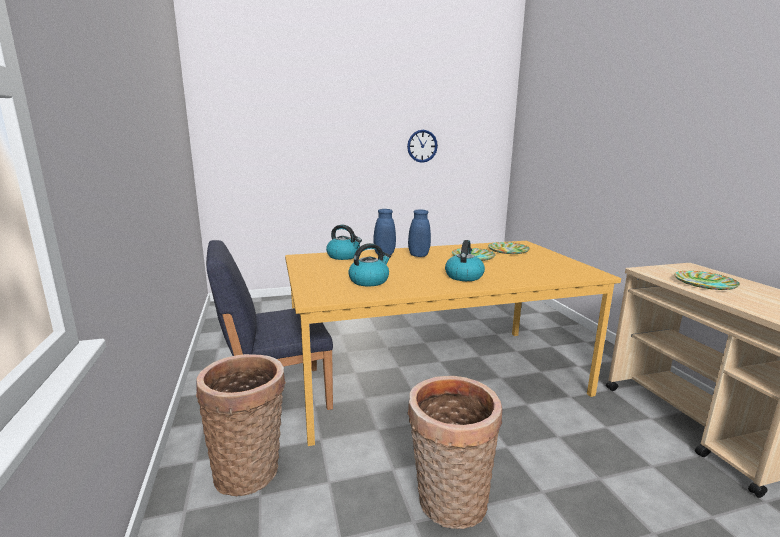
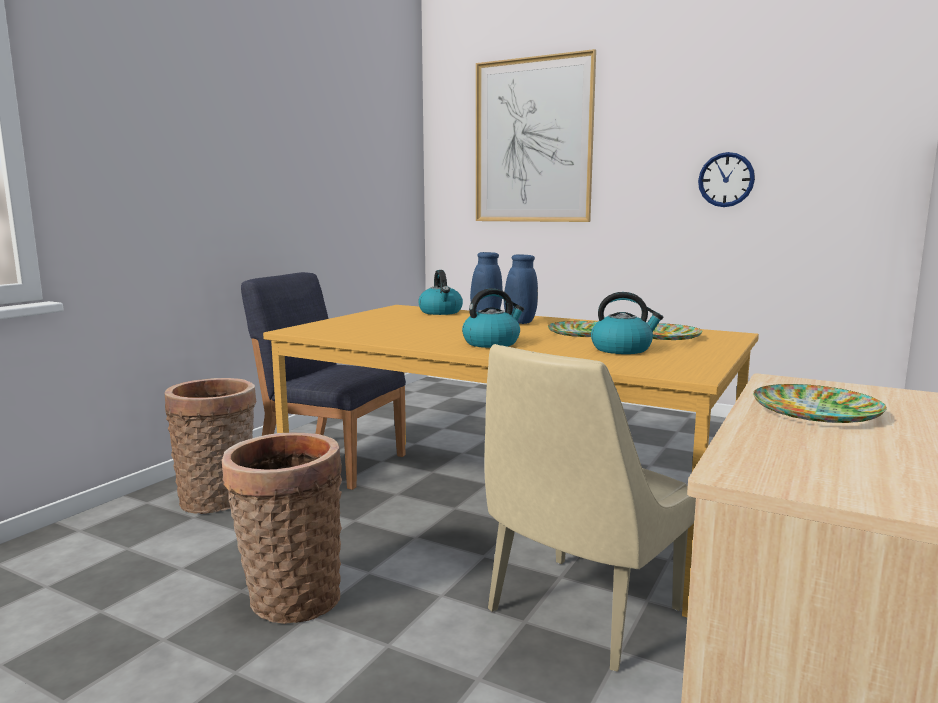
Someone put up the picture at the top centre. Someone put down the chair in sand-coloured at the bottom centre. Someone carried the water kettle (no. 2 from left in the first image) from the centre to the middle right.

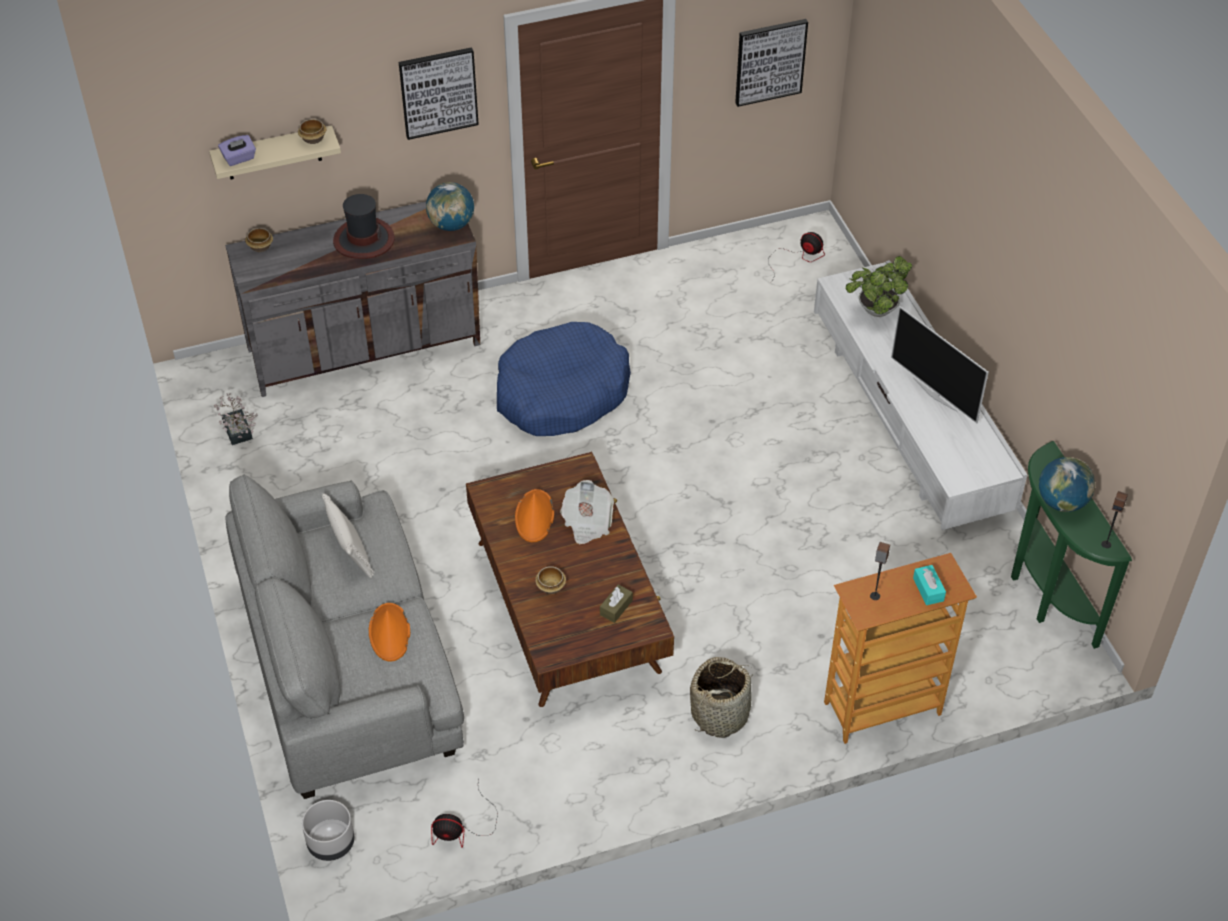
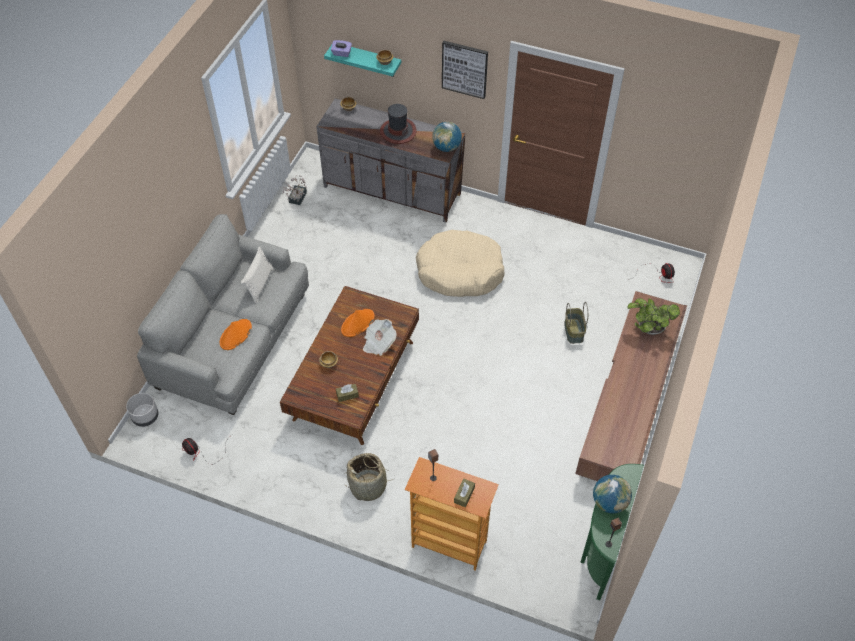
Someone repainted the shelf in sand-coloured at the top left, which became the shelf in turquoise at the top centre. Someone repainted the pet bed in blue at the centre, which became the pet bed in sand-coloured at the centre. Someone repainted the tissue box in turquoise at the middle right, which became the tissue box in brown-coloured (no. 2 from left) at the bottom centre. Someone put down the household basket (no. 2 from left) at the middle right. Someone repainted the media console in white-coloured at the middle right, which became the media console in brown-coloured at the middle right. Someone took away the picture (no. 2 from left) at the top centre. Someone took away the TV set at the middle right.

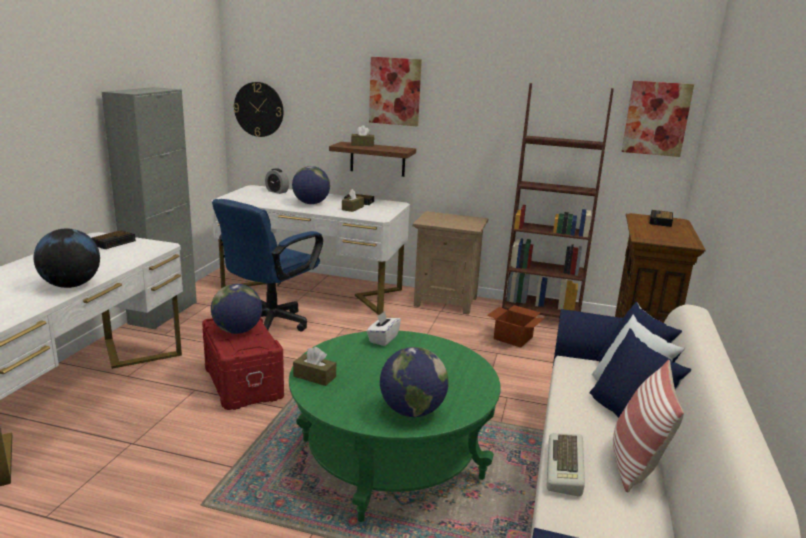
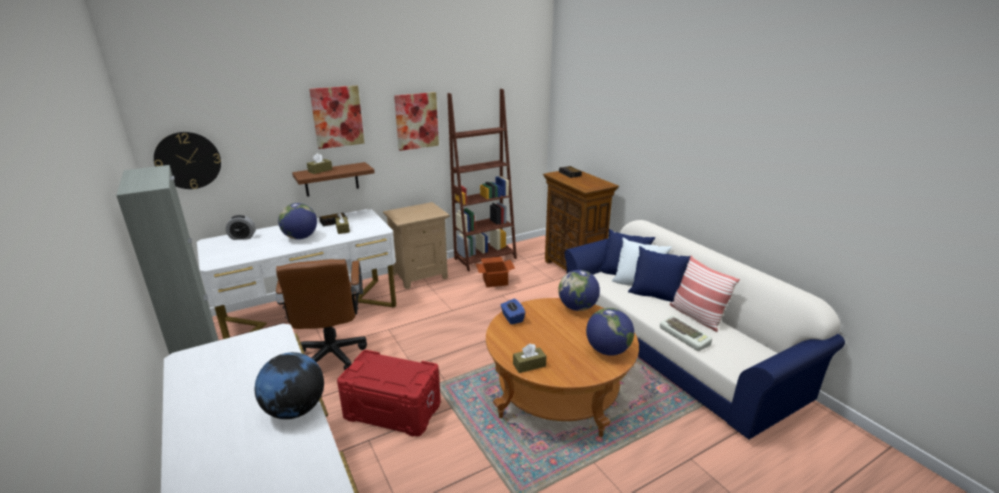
Someone repainted the computer chair in blue at the middle left, which became the computer chair in brown-coloured at the middle left. Someone carried the picture (no. 2 from left) from the top right to the top centre. Someone repainted the low table in greenish at the bottom centre, which became the low table in brown-coloured at the bottom centre. Someone repainted the tissue box in white-coloured at the centre, which became the tissue box in blue at the centre. Someone carried the desk globe (no. 2 from left in the first image) from the middle left to the centre. Someone took away the alarm clock (no. 1 from left) at the middle left.

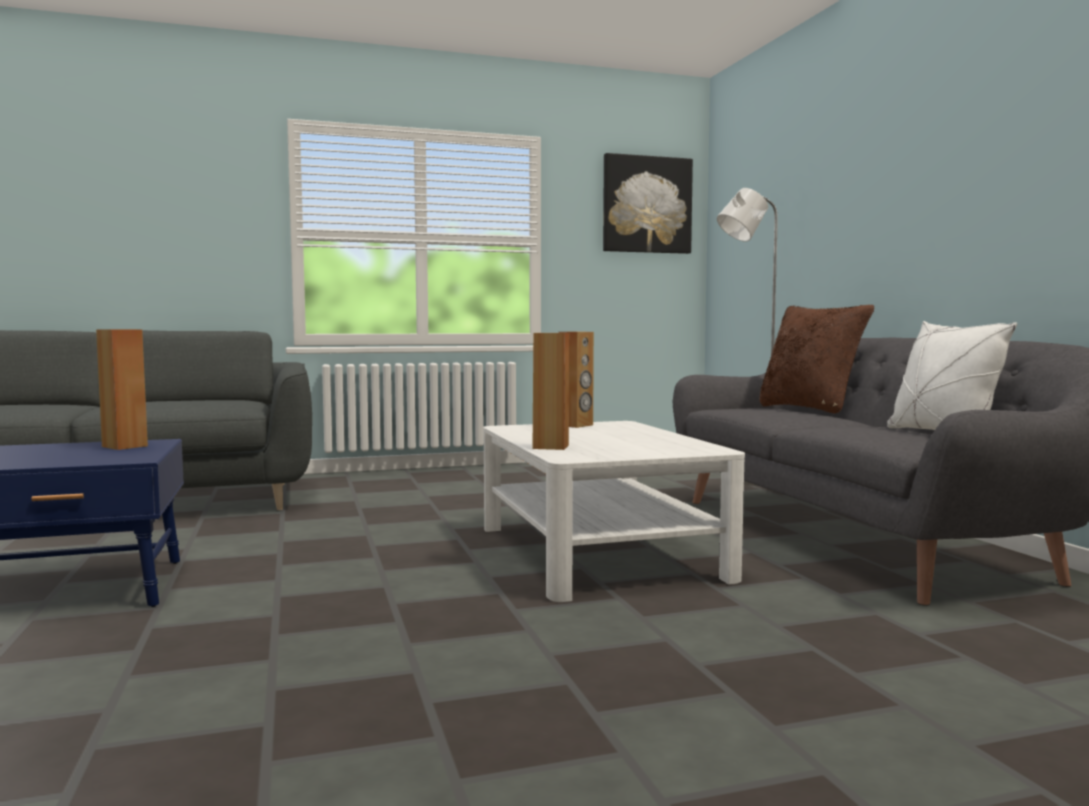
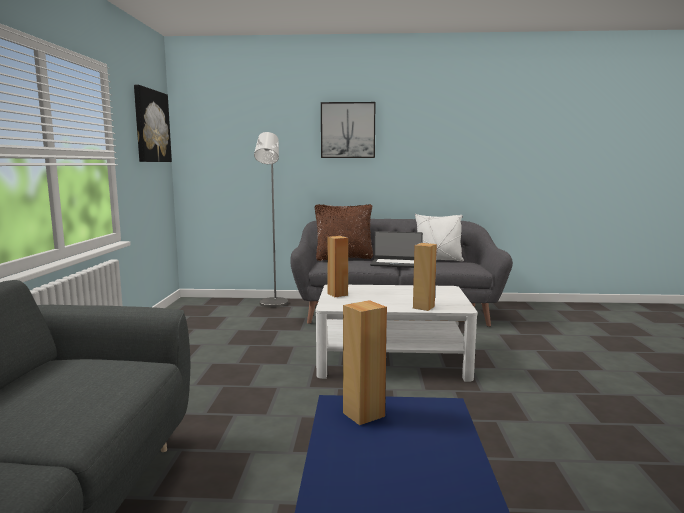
Someone put up the picture (no. 2 from left) at the top centre. Someone put down the notebook computer at the centre.

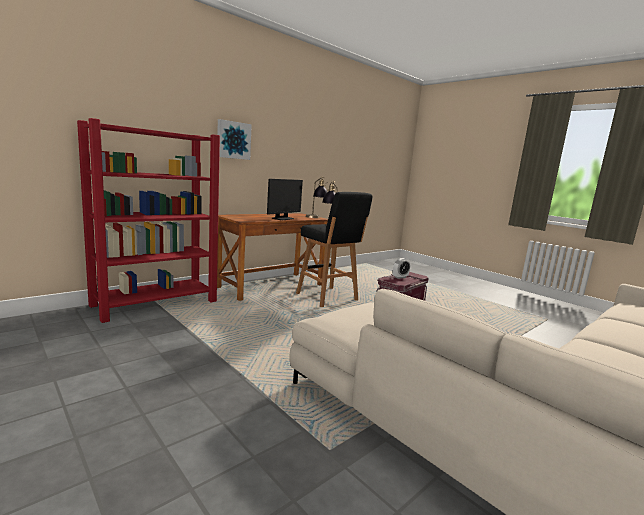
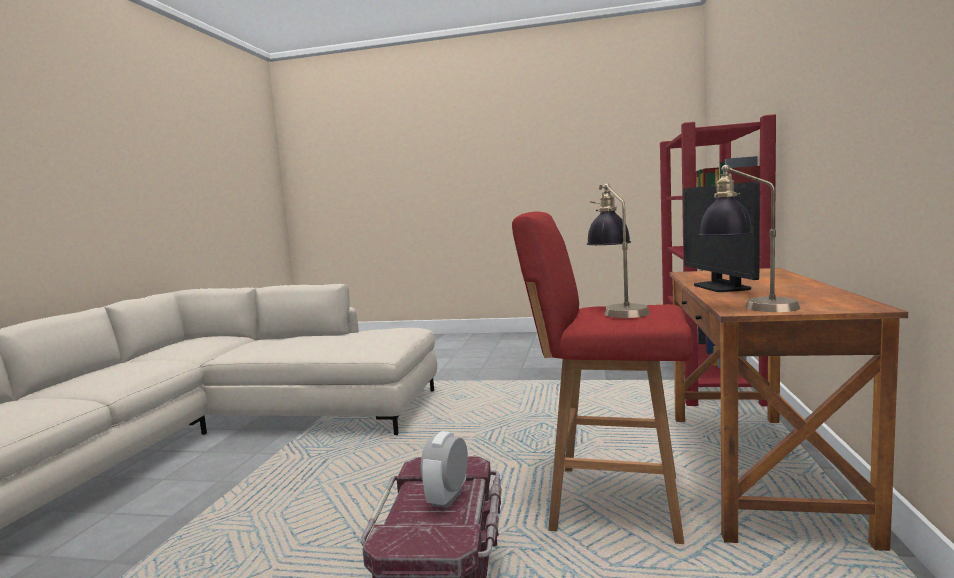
Someone repainted the sitting stool in black at the centre, which became the sitting stool in red-coloured at the centre. Someone took away the picture at the top centre.

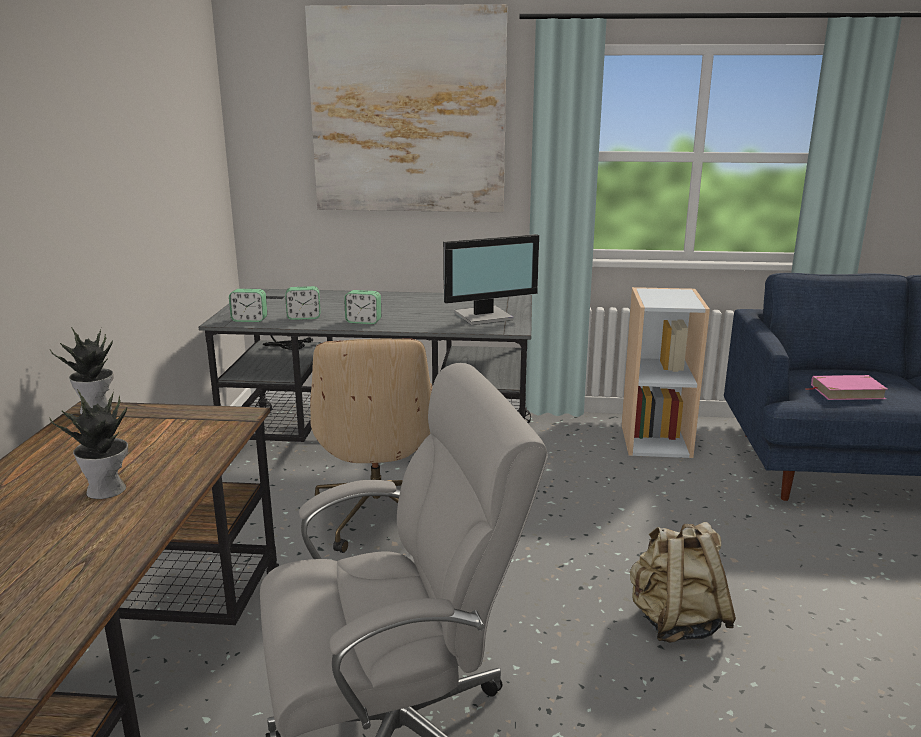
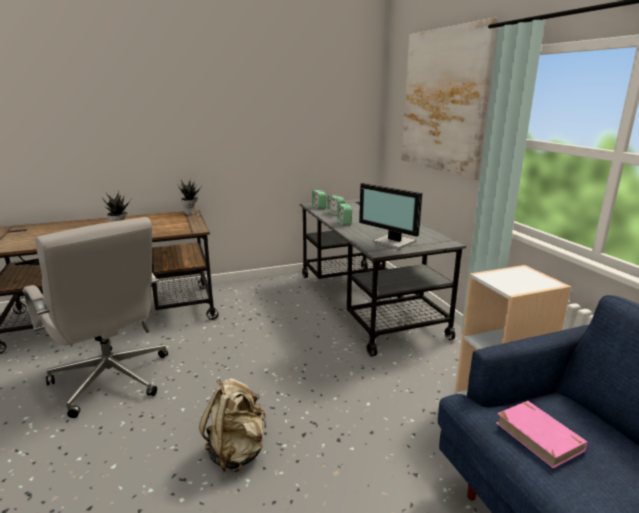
Someone took away the computer chair in brown-coloured at the centre.

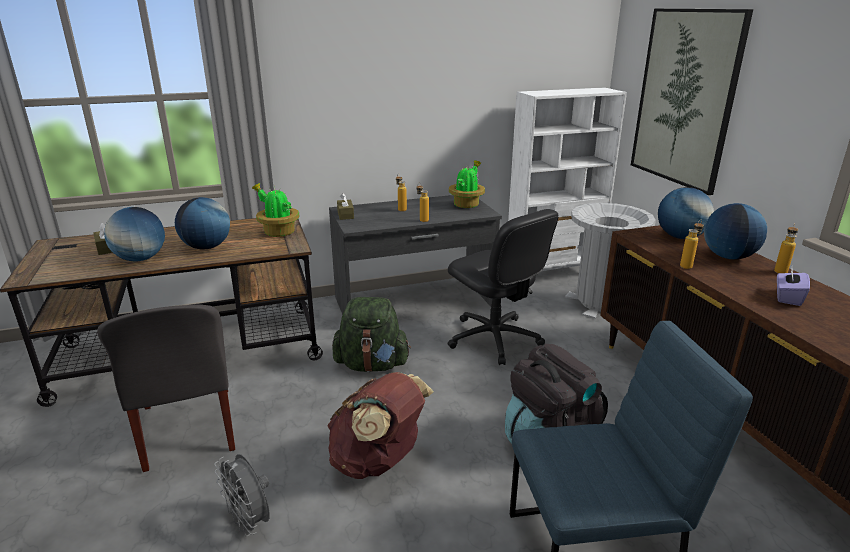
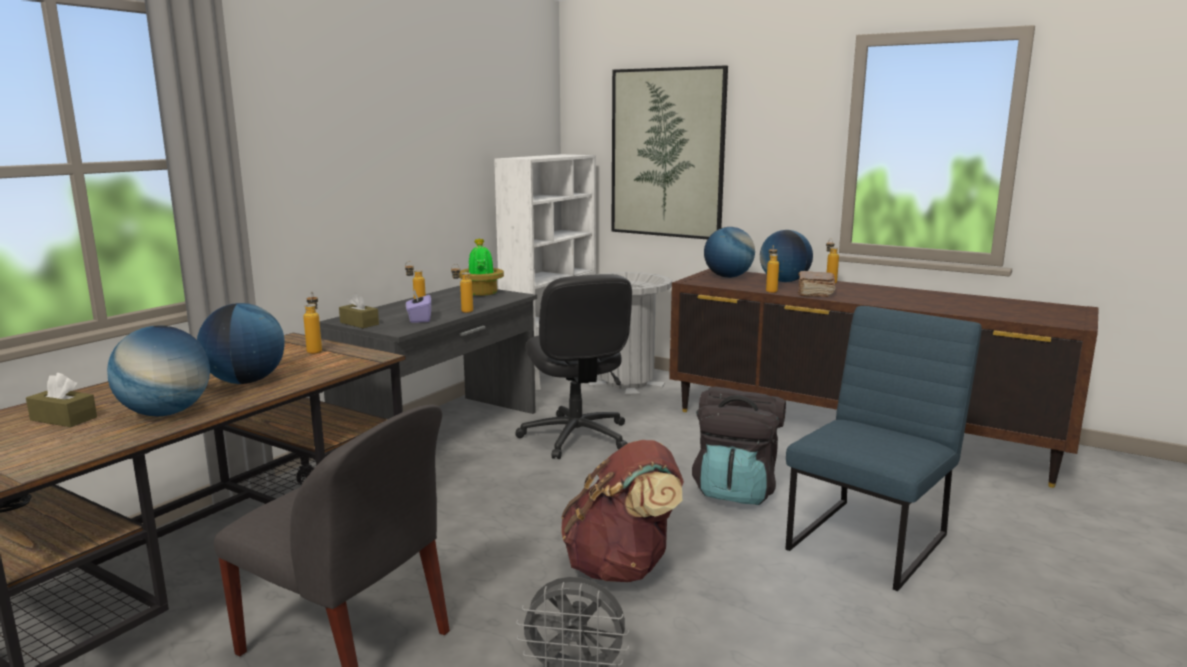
Someone swapped the plant in a pot (no. 1 from left) at the middle left for the beverage bottle (no. 1 from left) at the middle left. Someone carried the tissue box in purple from the middle right to the centre. Someone rotated the computer chair in black at the centre by 60 degrees clockwise. Someone put down the book in brown-coloured at the middle right. Someone took away the rucksack in greenish at the centre.

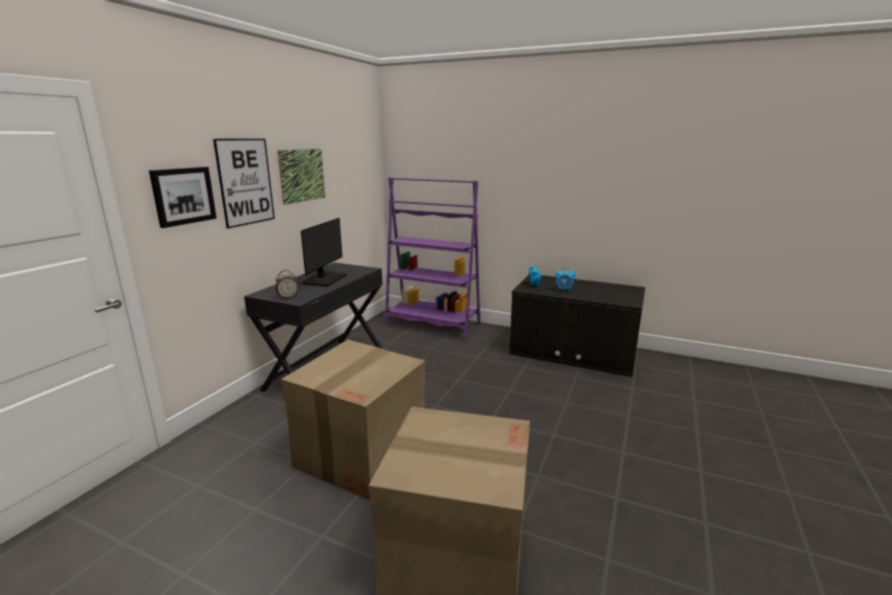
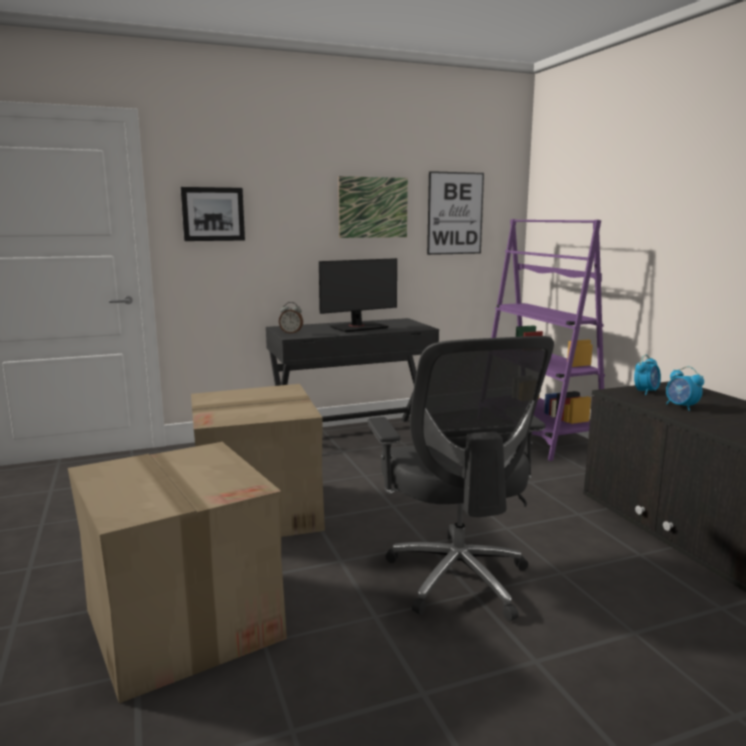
Someone put down the computer chair at the centre. Someone carried the picture (no. 2 from left in the first image) from the top left to the top centre.

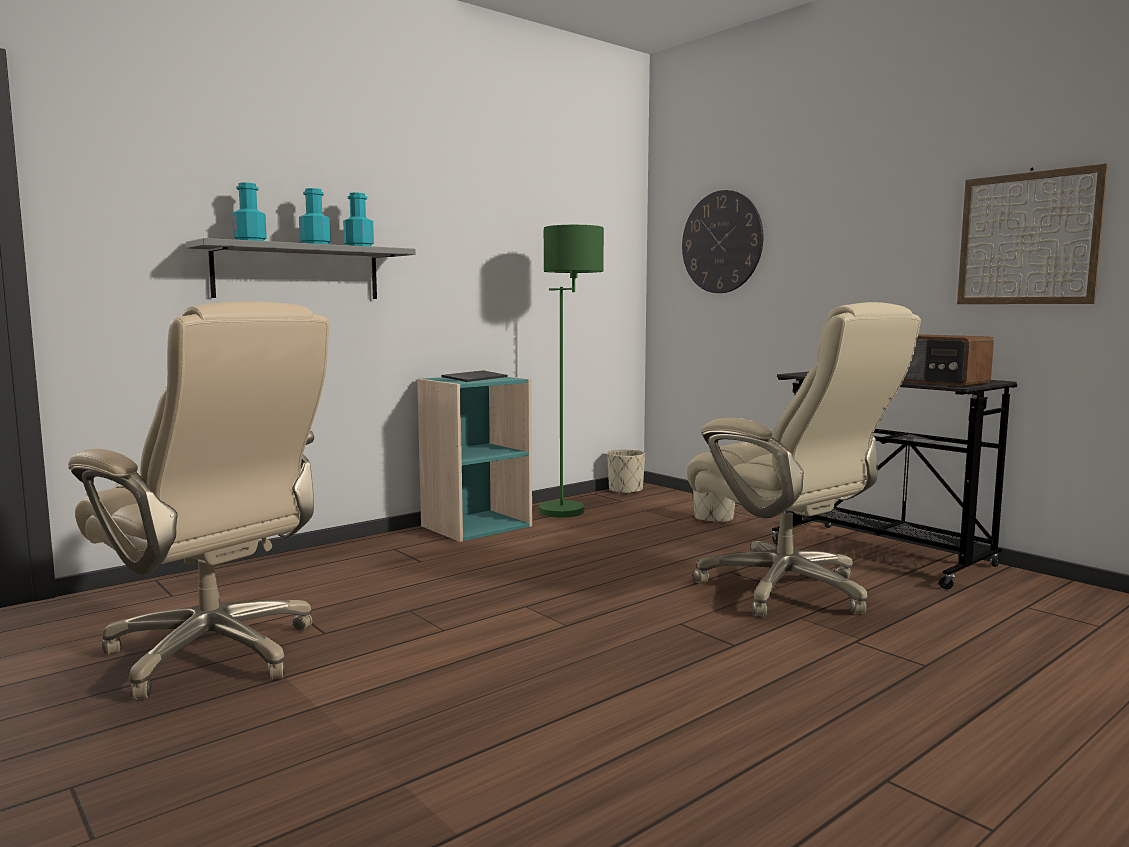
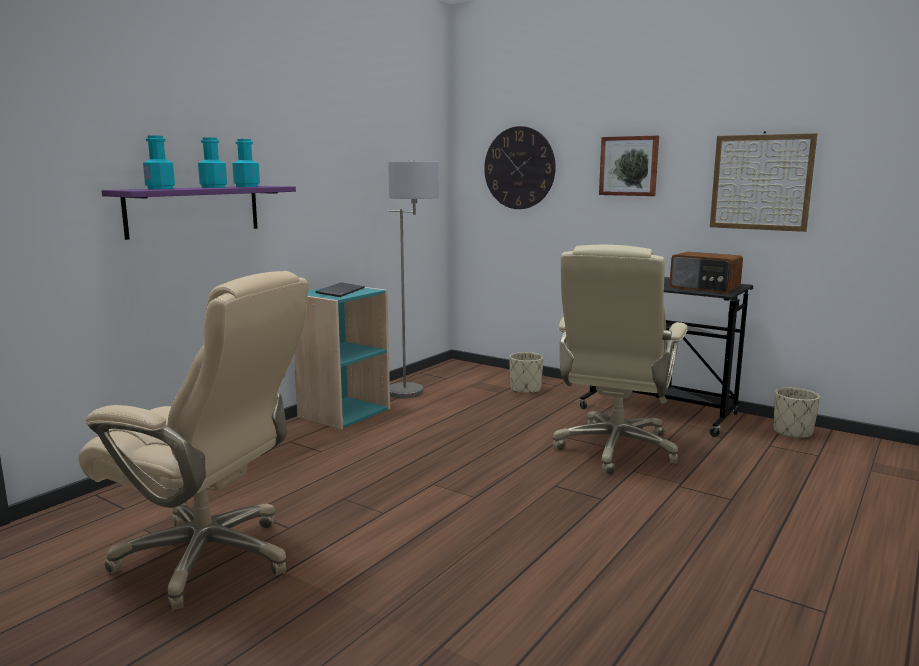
Someone repainted the shelf in greyish at the top left, which became the shelf in purple at the top left. Someone repainted the standard lamp in greenish at the centre, which became the standard lamp in greyish at the centre. Someone rotated the computer chair in sand-coloured (no. 2 from left) at the middle right by 75 degrees clockwise. Someone put up the picture (no. 1 from left) at the top right. Someone carried the flower pot in sand-coloured (no. 1 from left in the first image) from the centre to the middle right.

